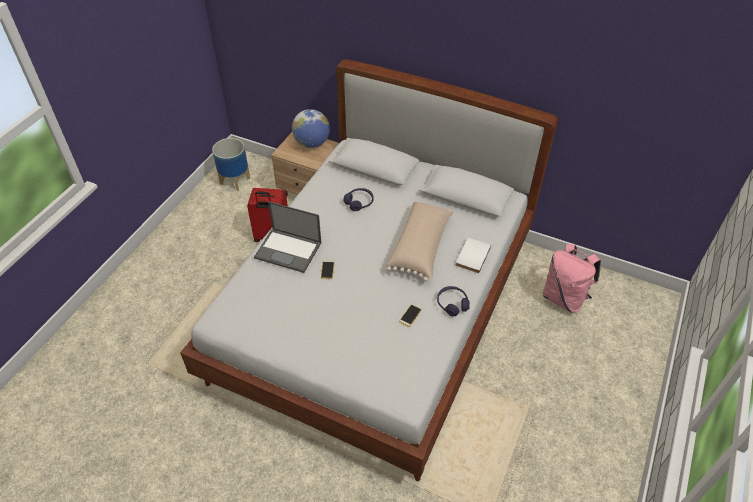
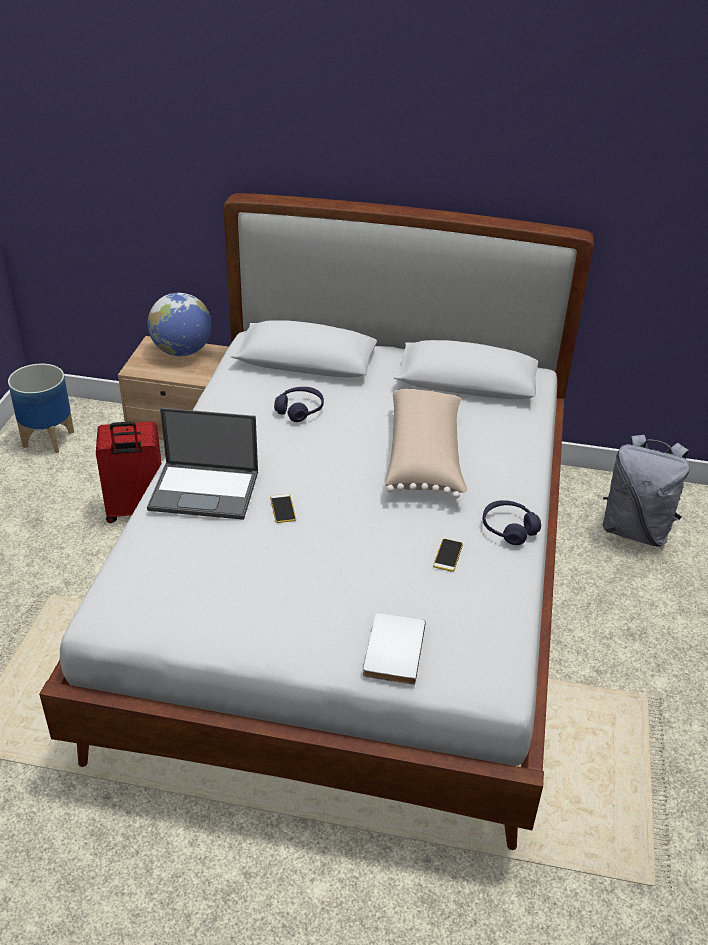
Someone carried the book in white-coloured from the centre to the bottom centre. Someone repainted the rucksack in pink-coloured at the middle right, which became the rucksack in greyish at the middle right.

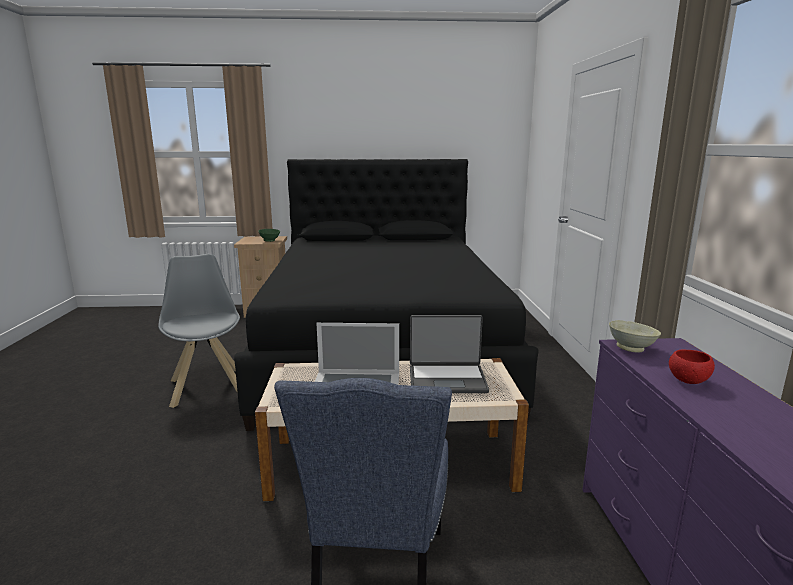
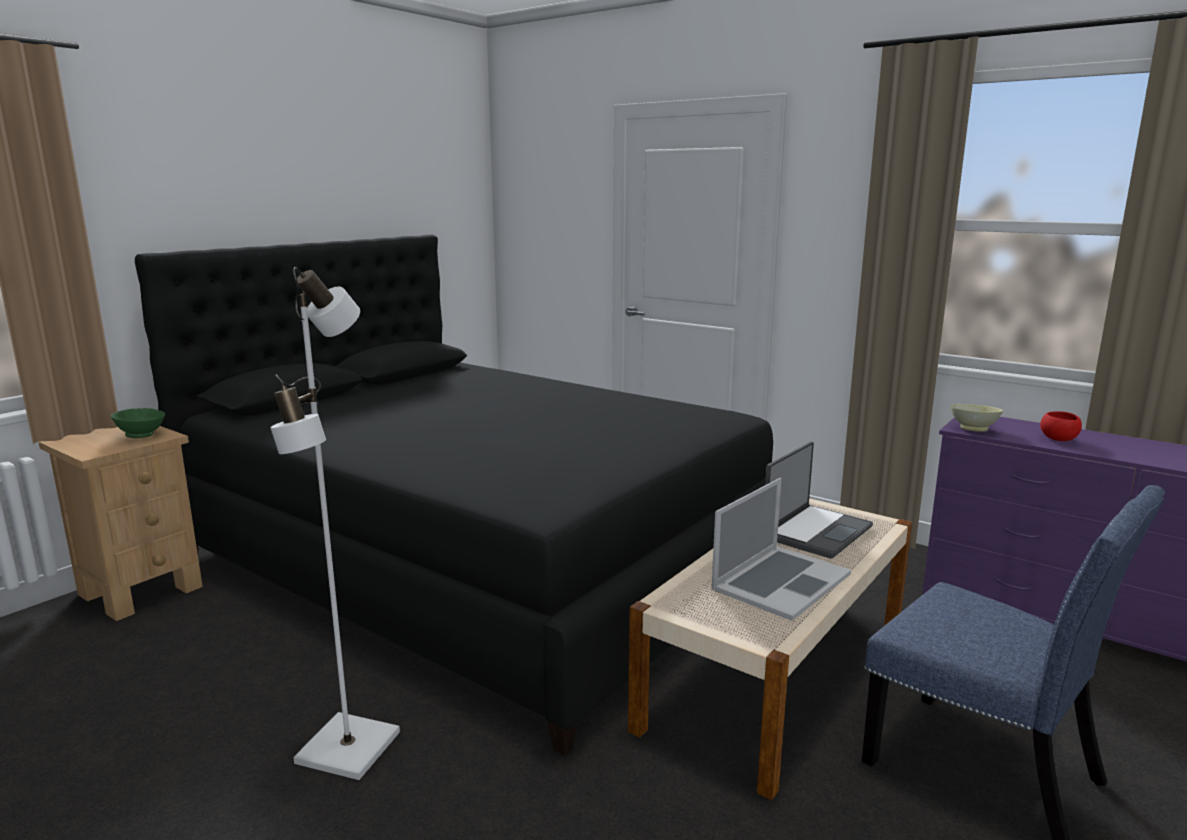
Someone swapped the chair in greyish at the middle left for the standard lamp in white-coloured at the middle left.

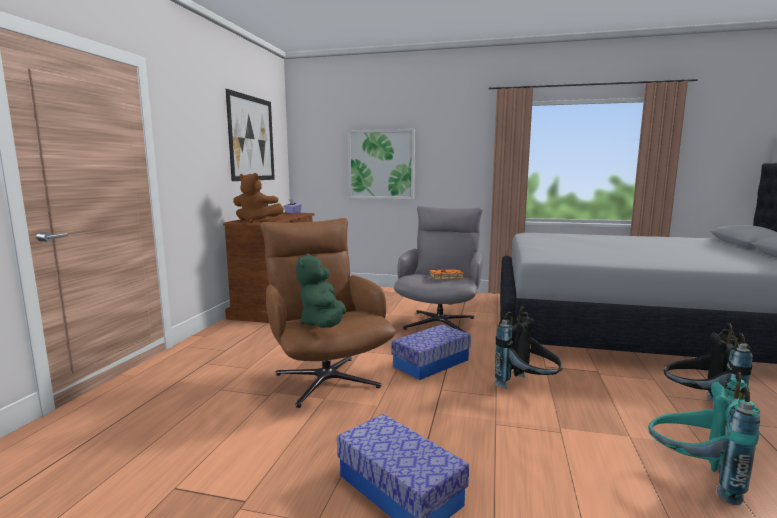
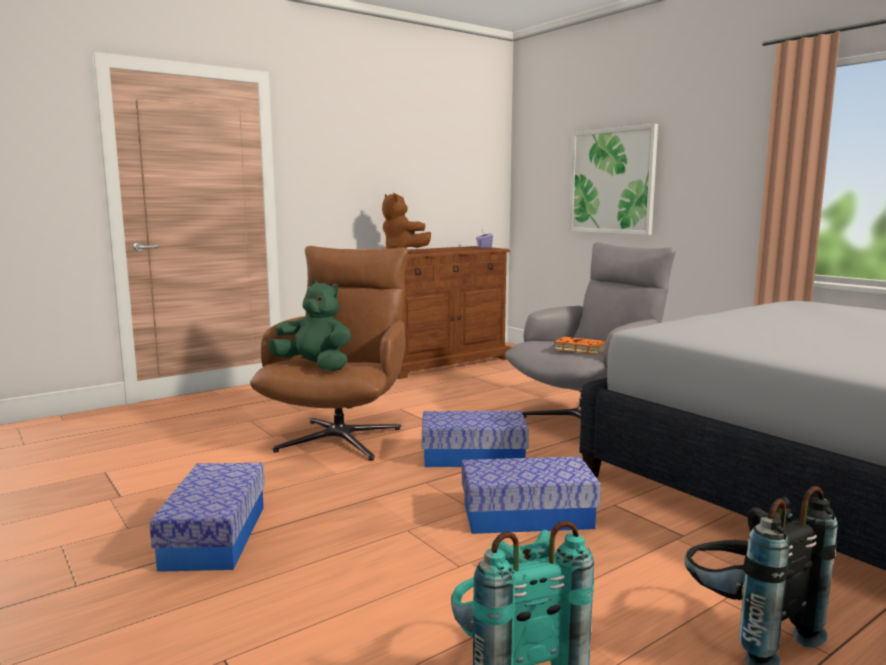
Someone rotated the cuddly toy in greenish at the centre by 75 degrees clockwise. Someone swapped the rucksack in black (no. 1 from left) at the bottom right for the storage bin (no. 3 from left) at the bottom centre. Someone took away the picture (no. 1 from left) at the top left.

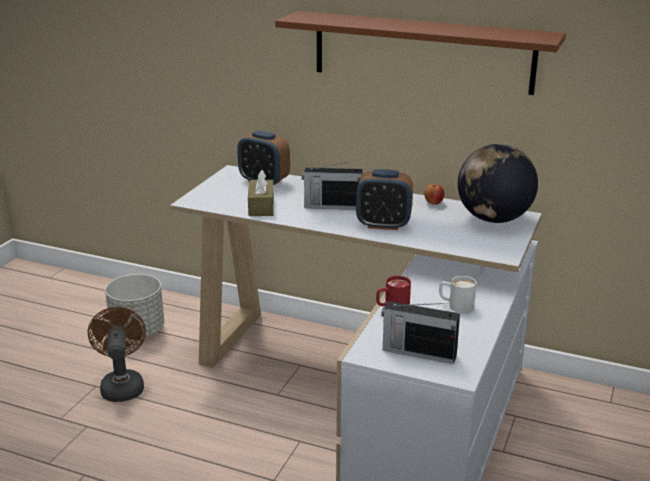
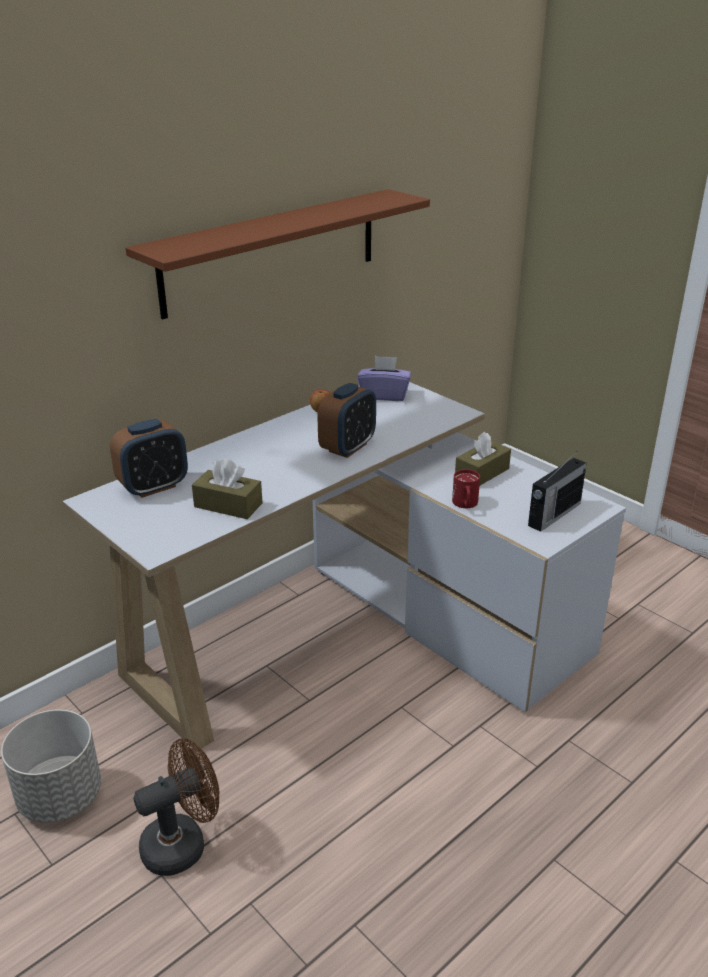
Someone rotated the fan in brown-coloured at the bottom left by 135 degrees clockwise. Someone swapped the desk globe at the middle right for the tissue box in purple at the centre. Someone swapped the mug in white-coloured at the middle right for the tissue box in brown-coloured (no. 2 from left) at the middle right. Someone took away the radio (no. 1 from left) at the centre.

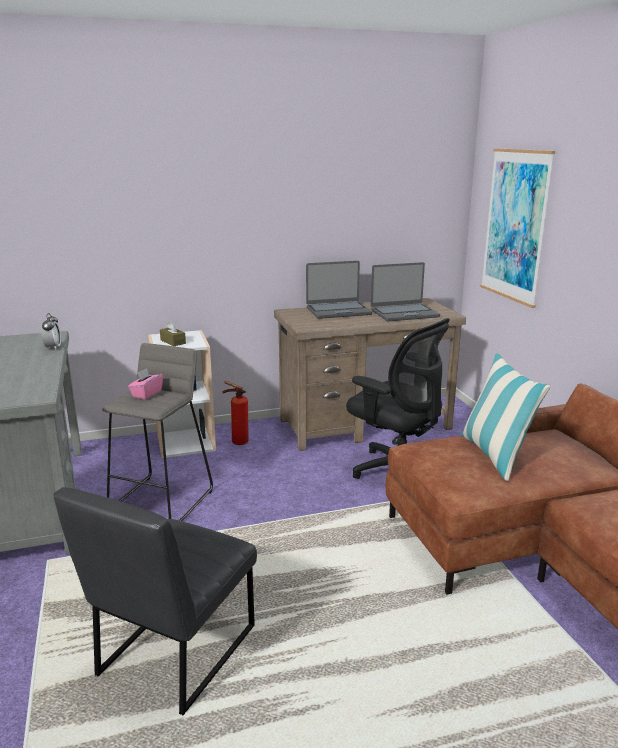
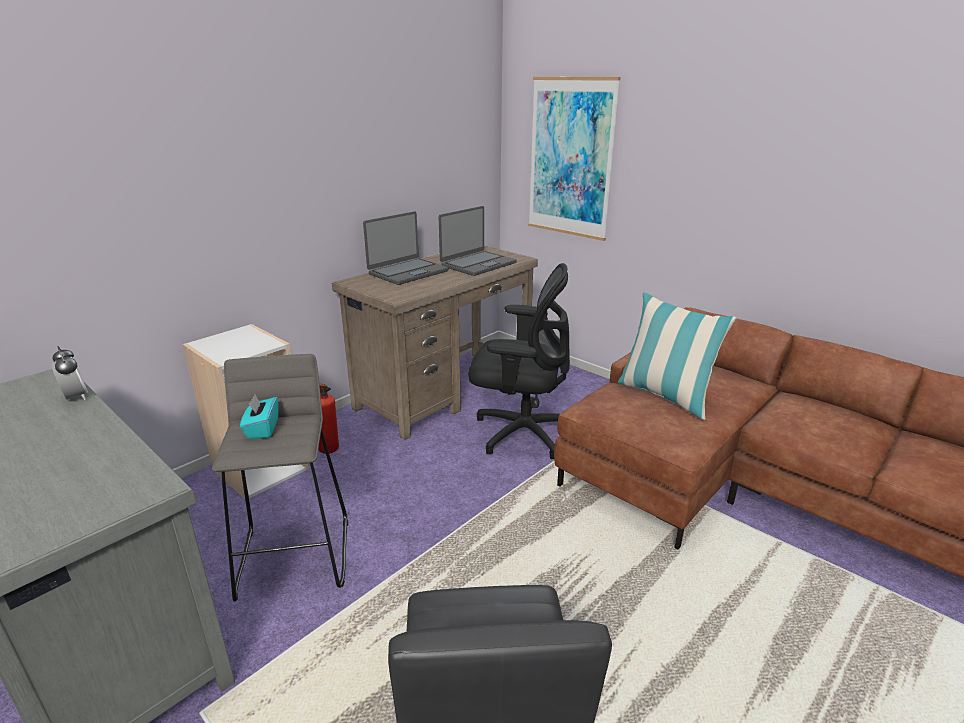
Someone repainted the tissue box in pink-coloured at the middle left, which became the tissue box in turquoise at the middle left. Someone took away the tissue box in brown-coloured at the middle left.

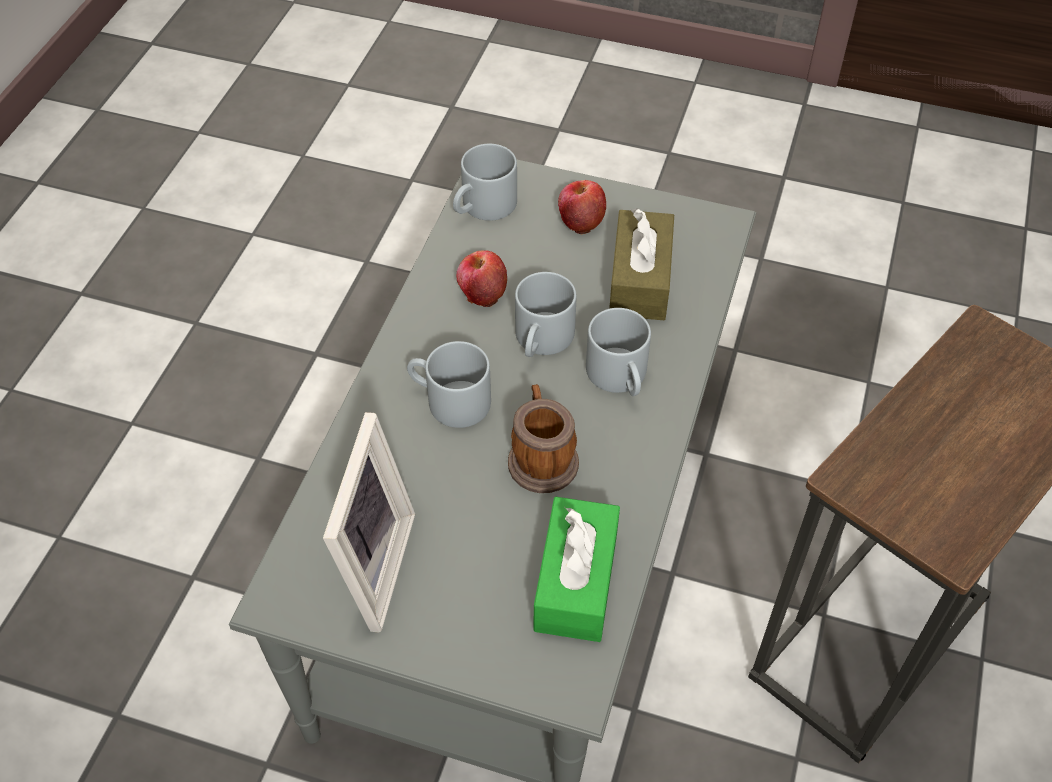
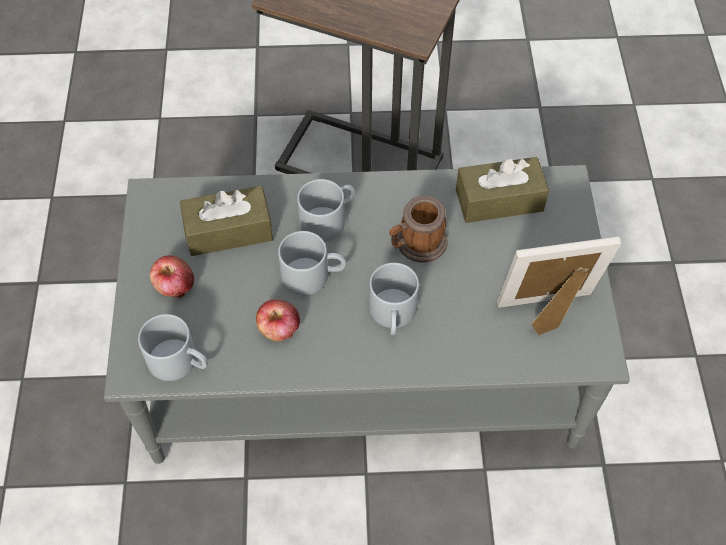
Someone repainted the tissue box in greenish at the bottom centre, which became the tissue box in brown-coloured (no. 2 from left) at the middle right.

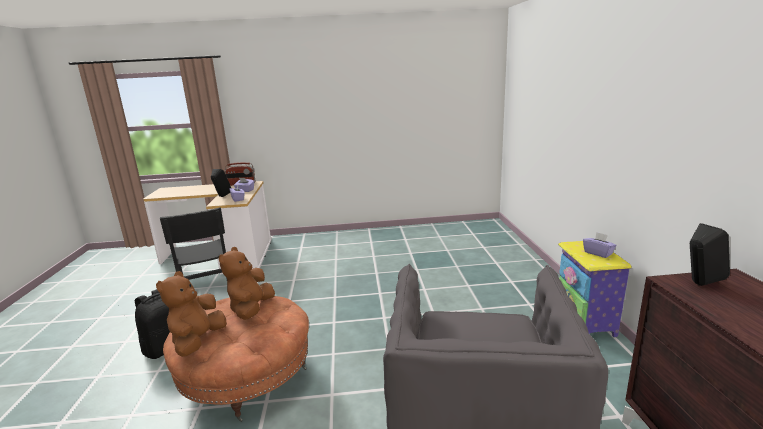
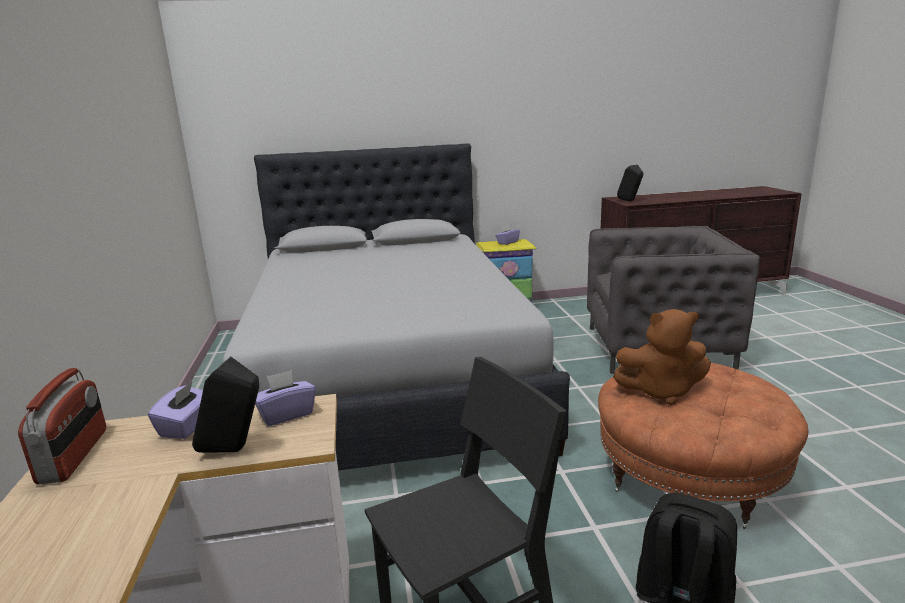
Someone put down the bed in greyish at the centre. Someone took away the cuddly toy in brown-coloured (no. 1 from left) at the bottom left.

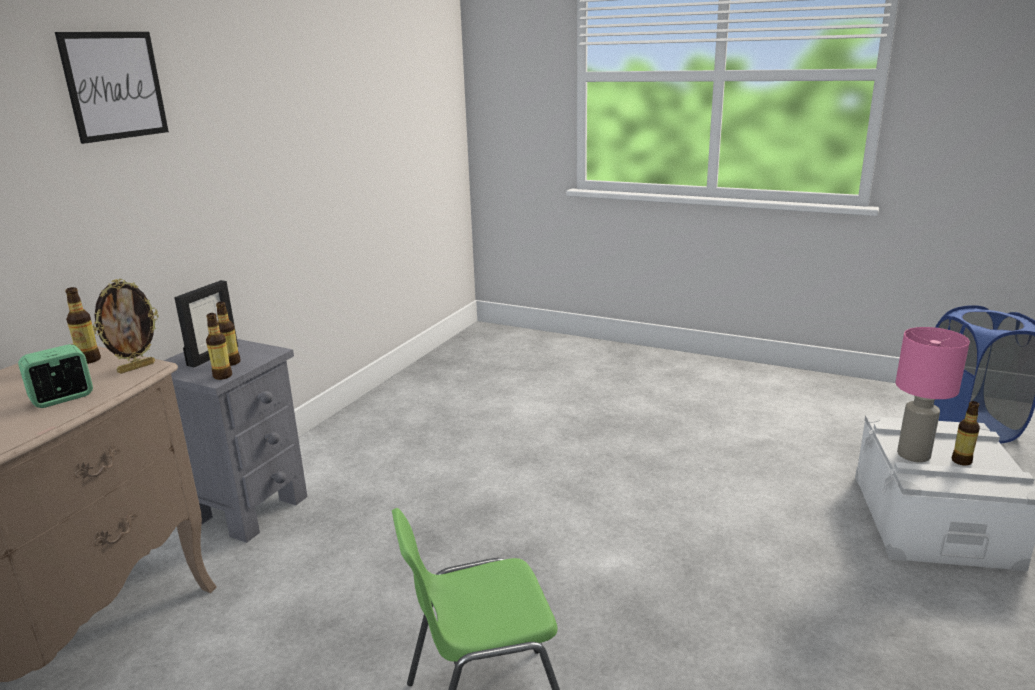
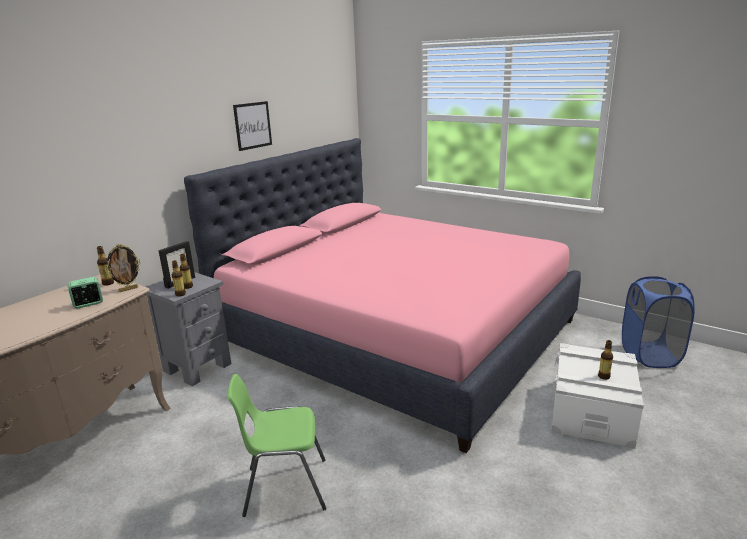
Someone put down the bed in pink-coloured at the centre. Someone carried the picture from the top left to the top centre. Someone took away the lamp for a table in pink-coloured at the middle right.

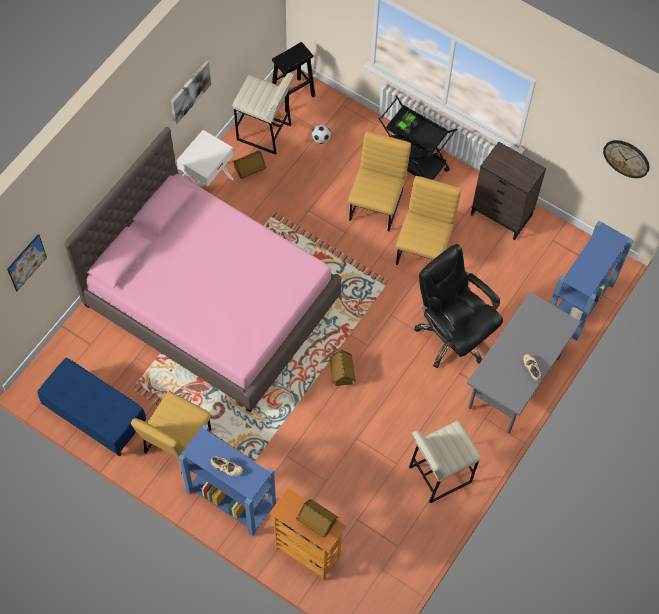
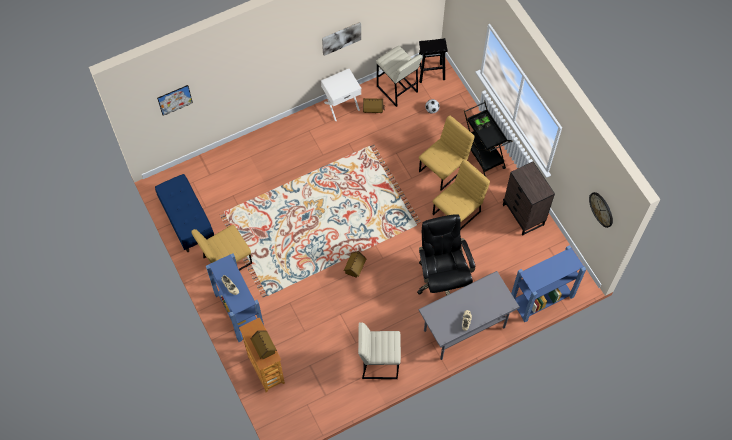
Someone took away the bed in pink-coloured at the middle left.

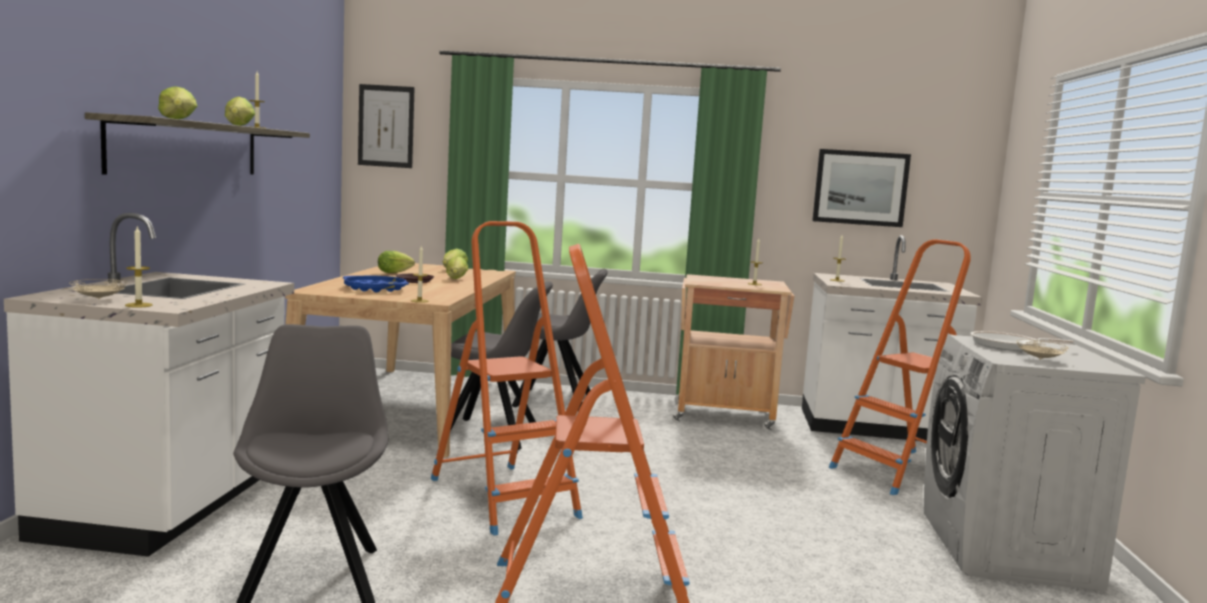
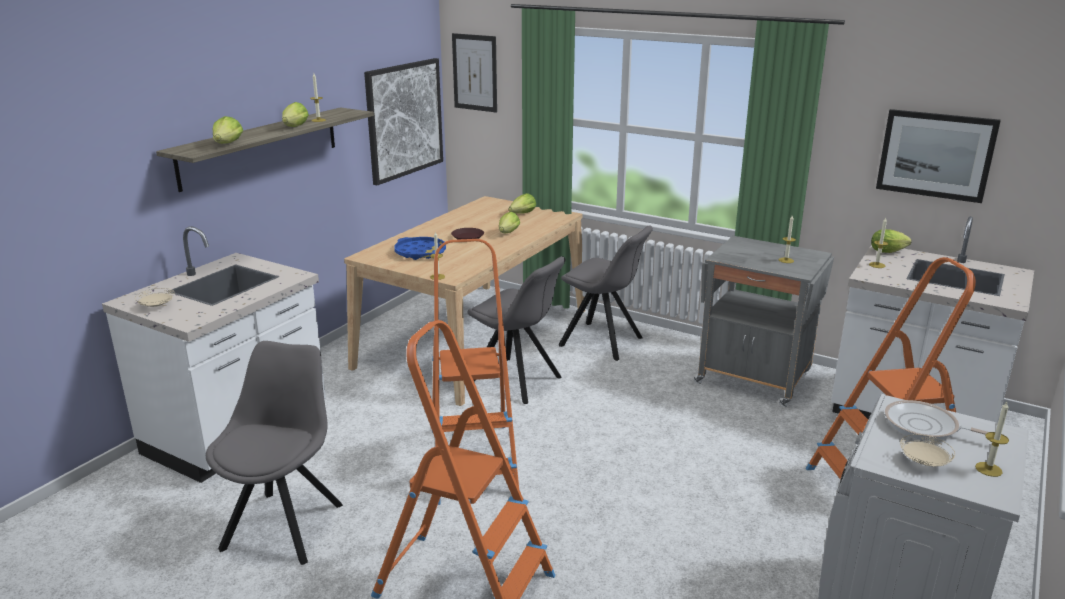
Someone put up the picture (no. 1 from left) at the top centre. Someone repainted the wheeled cart in brown-coloured at the centre, which became the wheeled cart in greyish at the middle right. Someone carried the head of lettuce (no. 3 from left in the first image) from the middle left to the middle right. Someone carried the candle (no. 1 from left in the first image) from the middle left to the bottom right.

